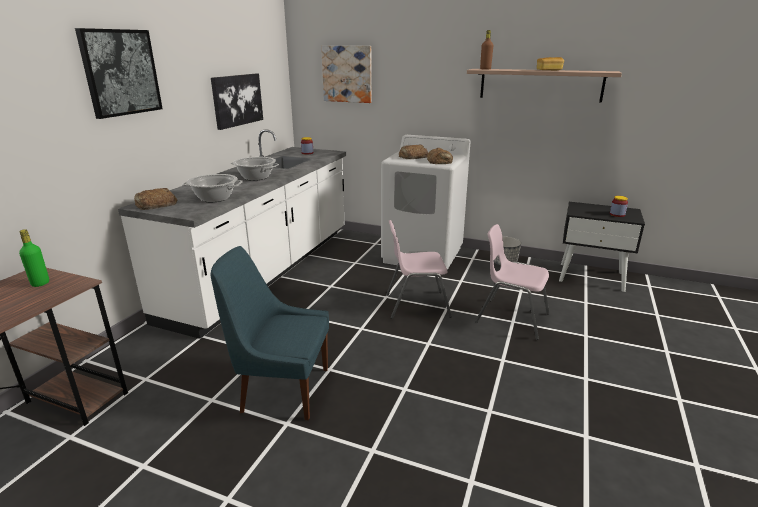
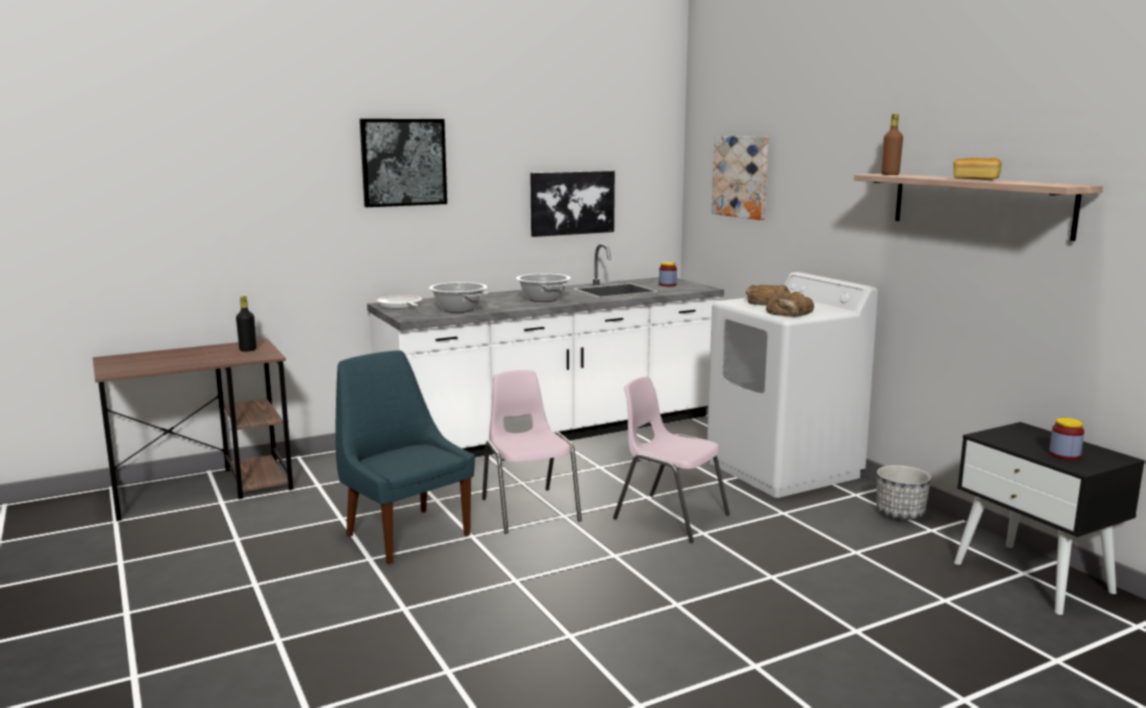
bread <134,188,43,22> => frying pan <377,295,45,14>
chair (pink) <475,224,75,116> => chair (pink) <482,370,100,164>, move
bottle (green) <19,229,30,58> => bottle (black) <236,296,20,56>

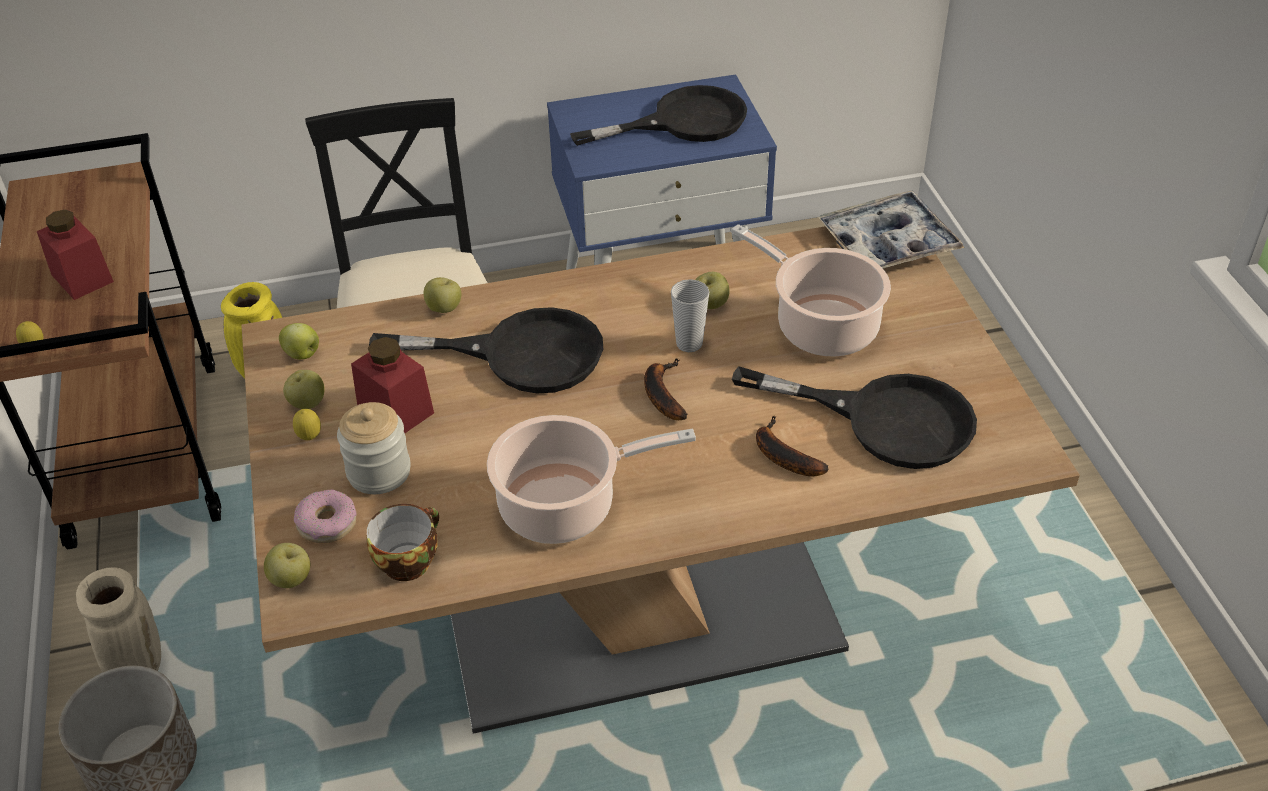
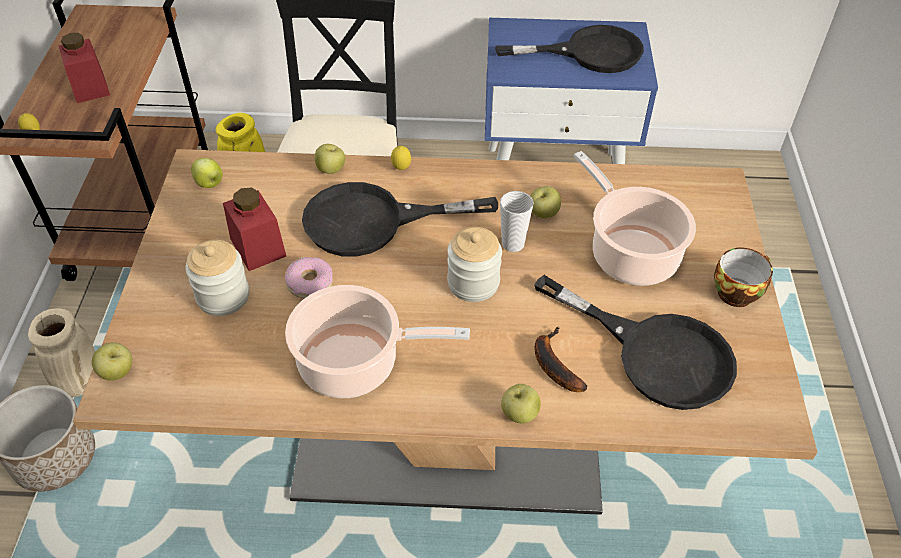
tray <818,191,147,77> => nothing
frying pan (black) <369,307,234,87> => frying pan (black) <302,182,196,75>, 150 degrees clockwise
banana <644,358,44,62> => jar <447,227,55,75>
apple <283,370,42,39> => apple <501,384,40,39>, move
lemon <293,409,28,31> => lemon <391,146,20,24>, move
donut <294,490,62,53> => donut <285,257,48,42>, move
cup <366,504,73,77> => cup <714,248,59,59>, move

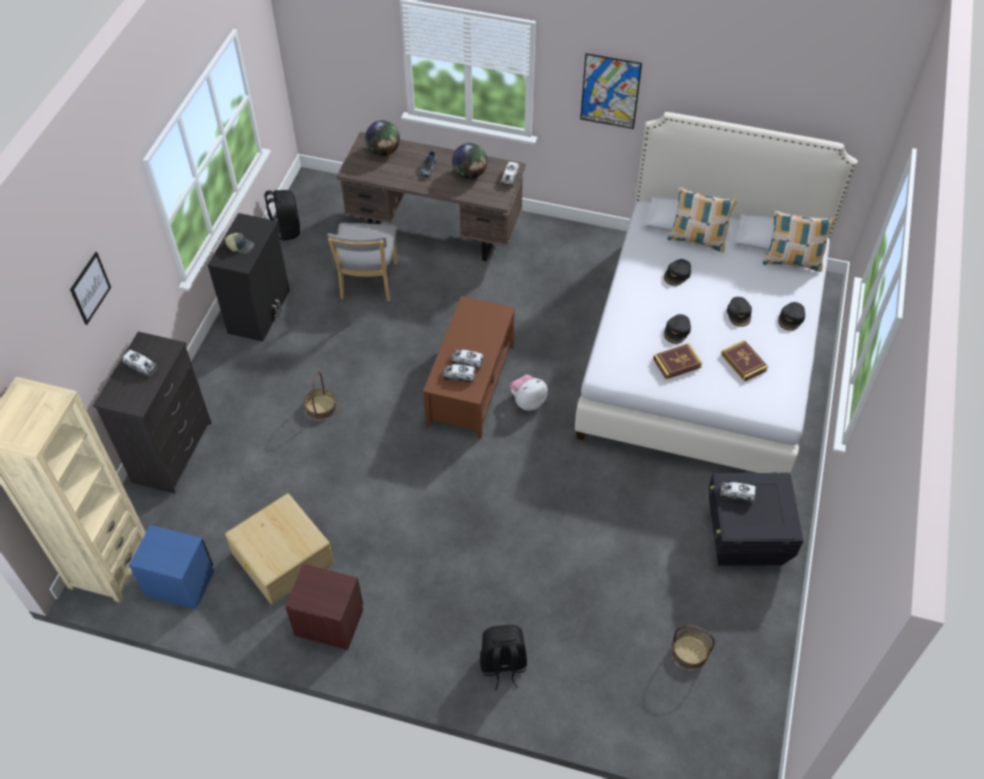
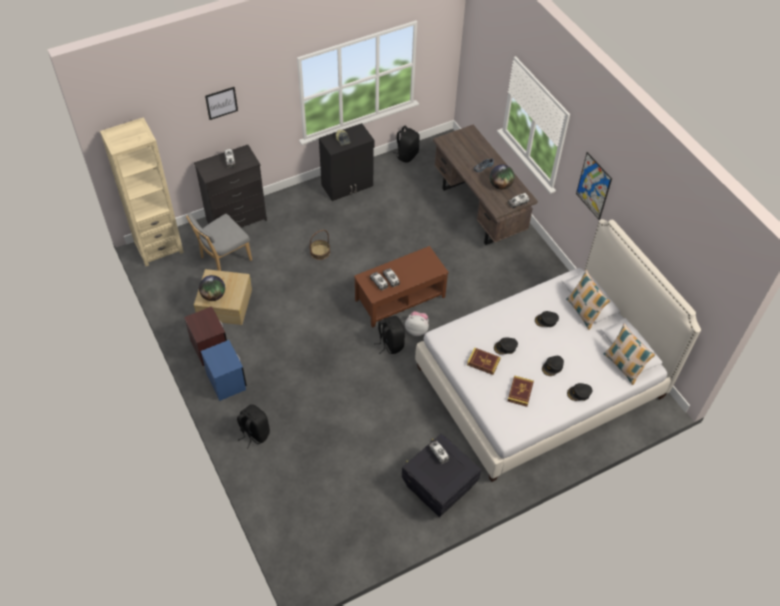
globe <365,120,35,36> => globe <199,275,26,26>, move
chair (grey) <327,223,71,78> => chair (grey) <186,212,66,59>, move
nightstand (blue) <129,525,85,85> => nightstand (blue) <201,340,46,61>, move
basket <672,625,43,45> => nothing
nothing => backpack (black) <374,316,31,38>

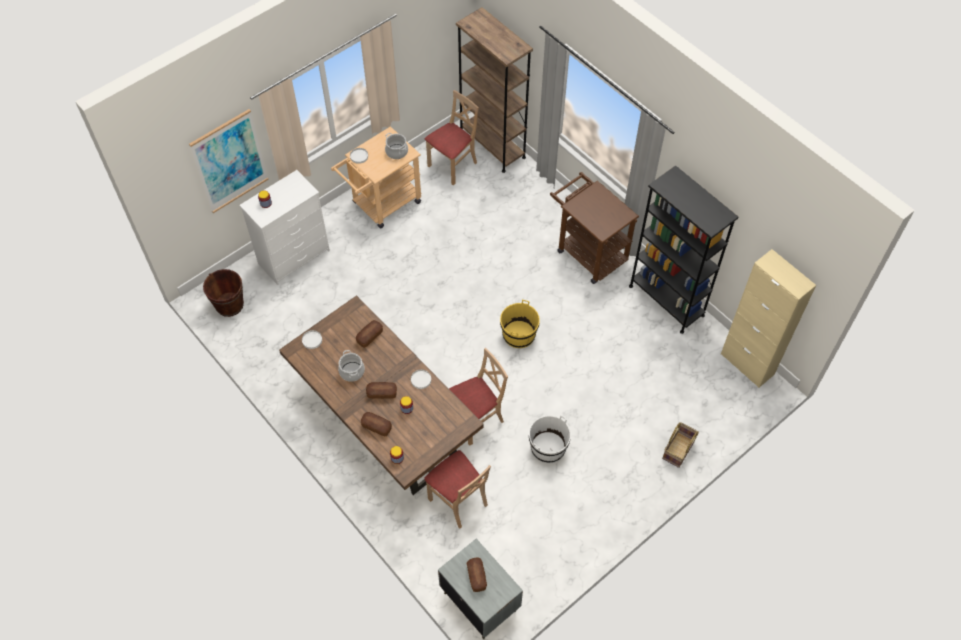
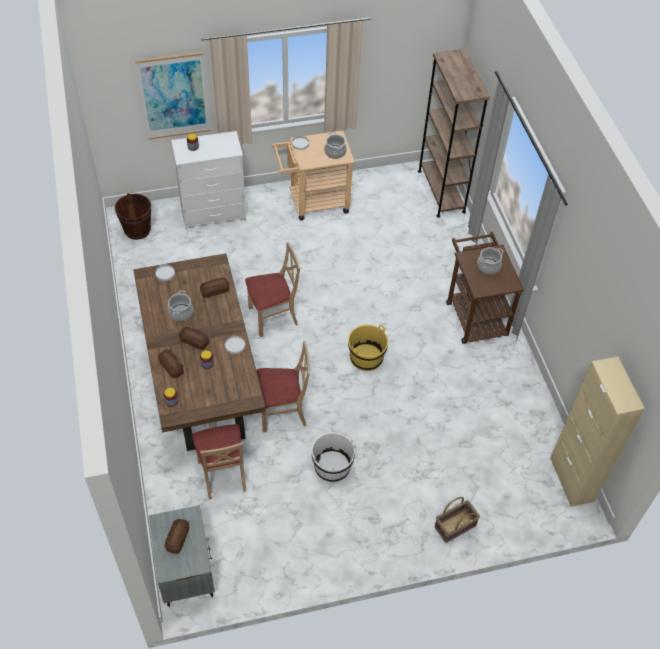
chair (beige) <425,90,54,95> => chair (beige) <245,242,55,95>, move
bookcase (black) <629,165,109,169> => nothing
nothing => cooking pot <477,247,27,27>

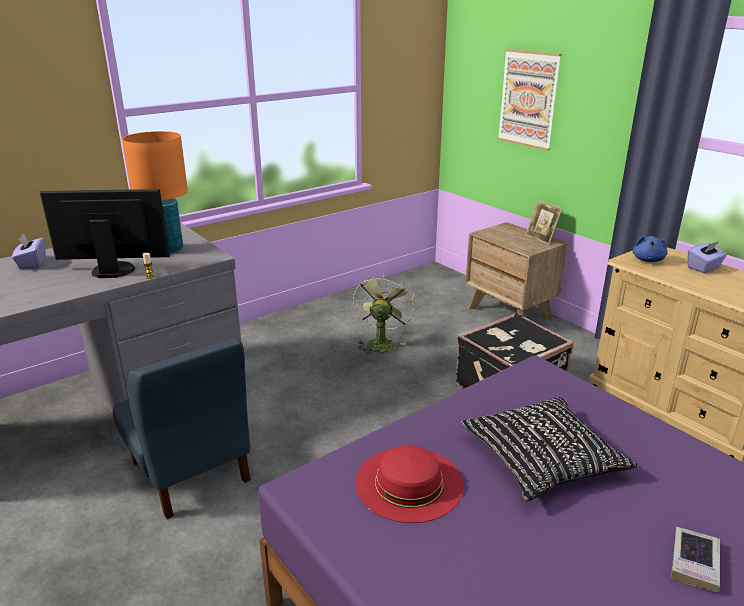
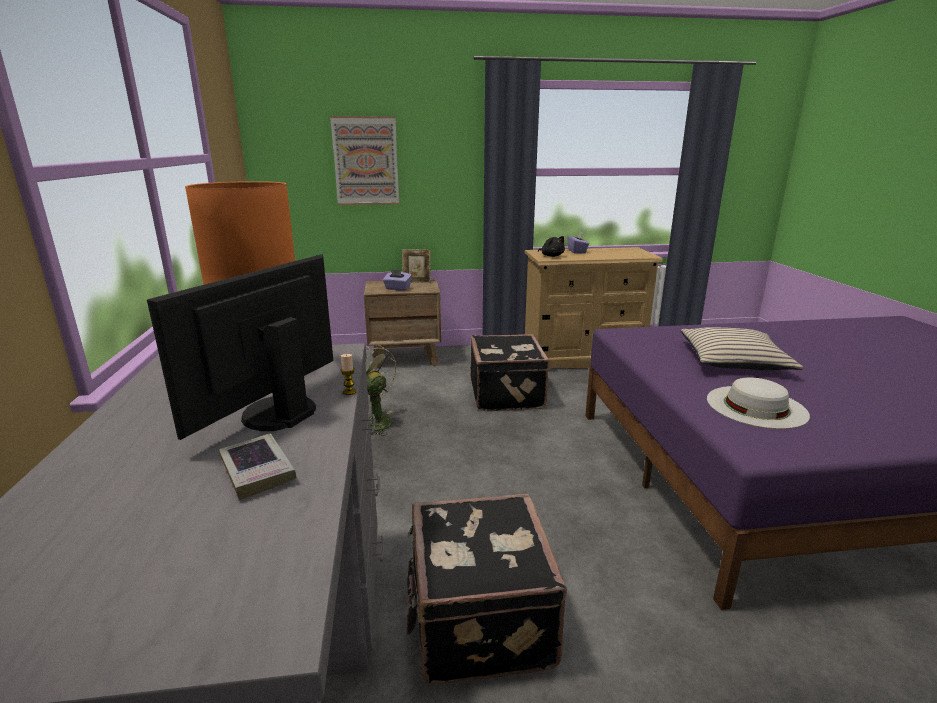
tissue box (purple) <12,233,34,36> => tissue box (purple) <383,269,29,21>, move
plush toy (blue) <633,236,35,26> => plush toy (black) <538,236,27,21>
chair (blue) <113,338,138,181> => suitcase (black) <406,494,161,190>
pillow (black) <460,397,177,104> => pillow (beige) <681,327,123,43>
hat (red) <355,445,109,78> => hat (white) <707,378,103,51>
book <671,527,49,65> => book <219,433,78,67>, move

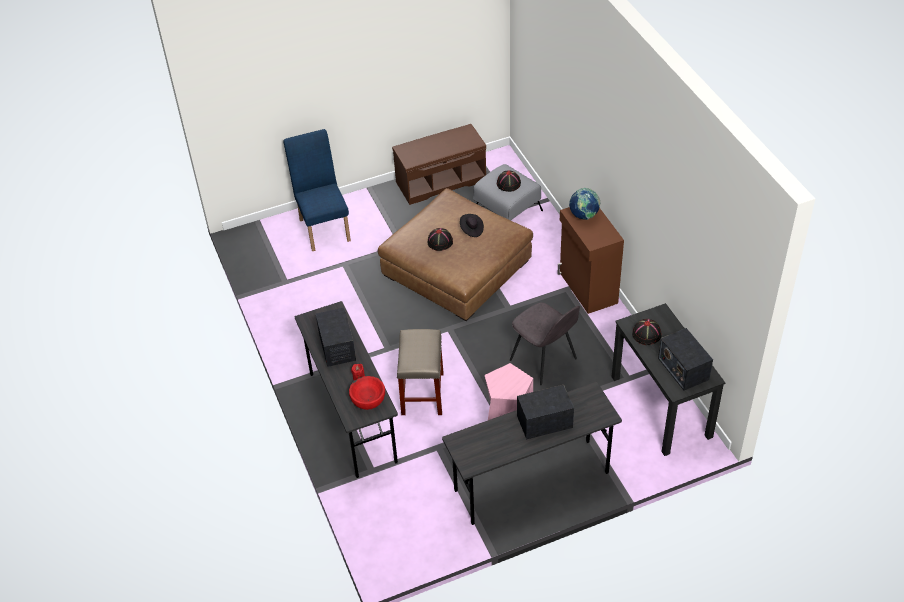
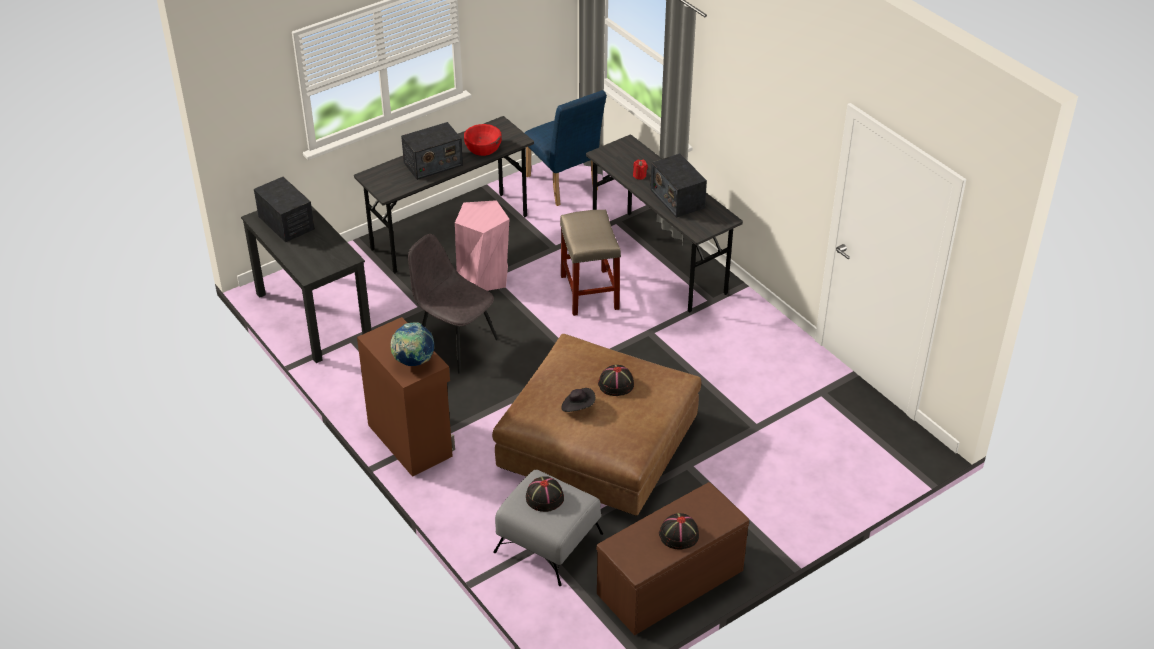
chair (blue) <283,129,68,122> => chair (blue) <525,90,82,116>, move
hat (black) <632,319,30,26> => hat (black) <659,513,40,37>, move
bowl (red) <349,376,36,34> => bowl (red) <464,124,38,32>, move

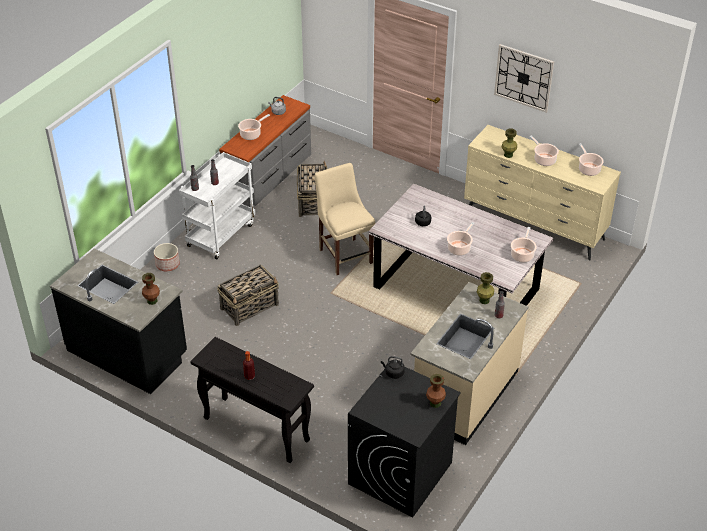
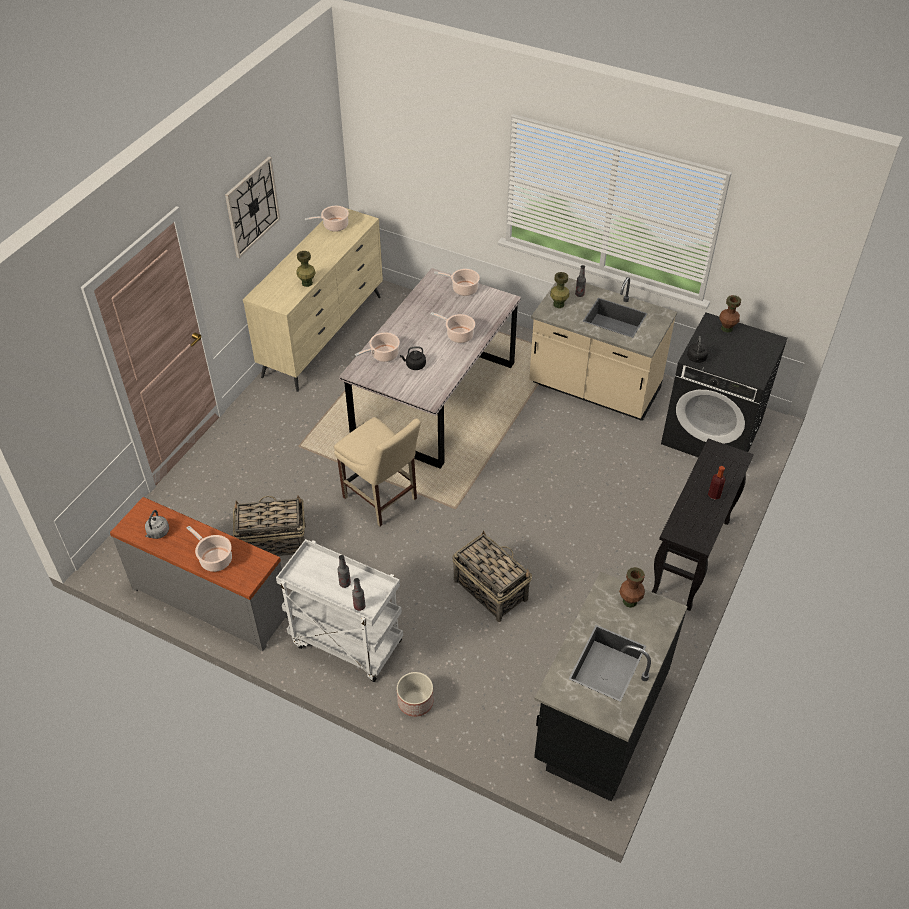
cooking pot <529,136,30,30> => cooking pot <355,332,45,30>, move
chair (beige) <315,163,61,112> => chair (beige) <334,417,87,110>, 105 degrees counterclockwise

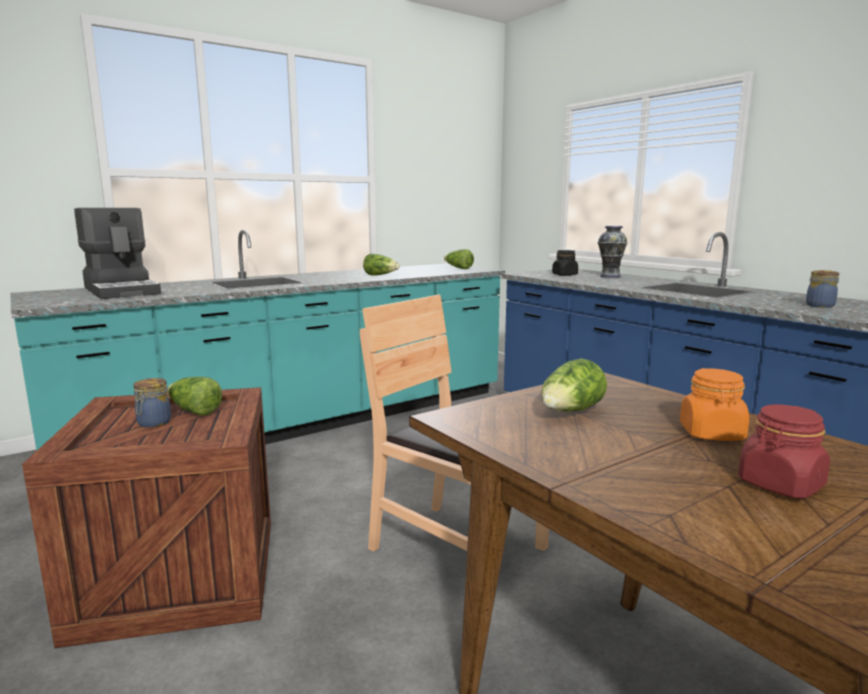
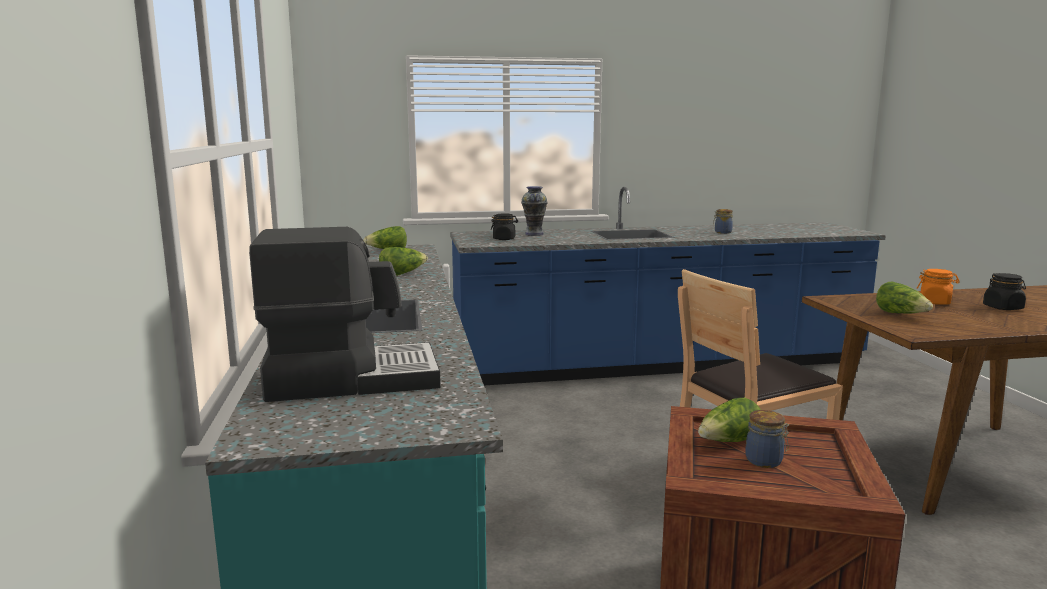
jar (red) <738,404,92,95> => jar (black) <983,273,43,37>

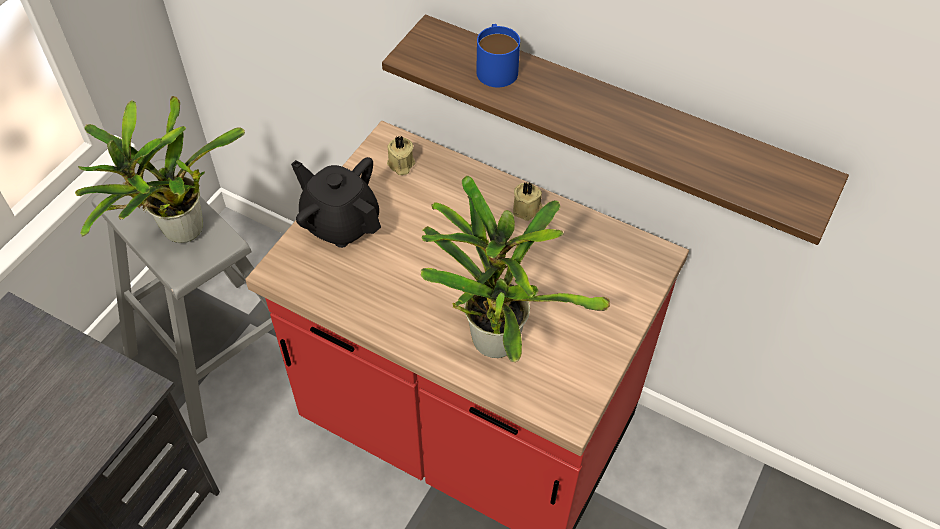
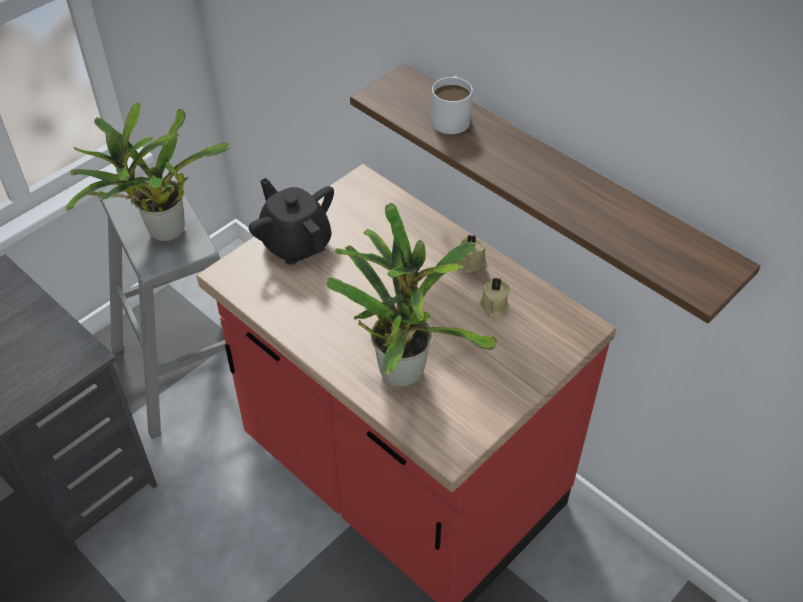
mug (blue) <476,24,44,63> => mug (white) <431,76,42,58>
candle (beige) <387,136,28,39> => candle (beige) <480,278,30,40>, move

